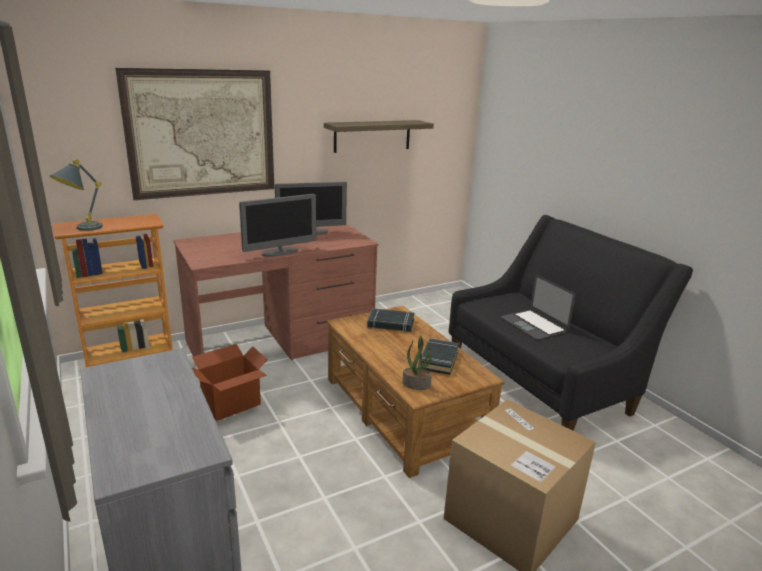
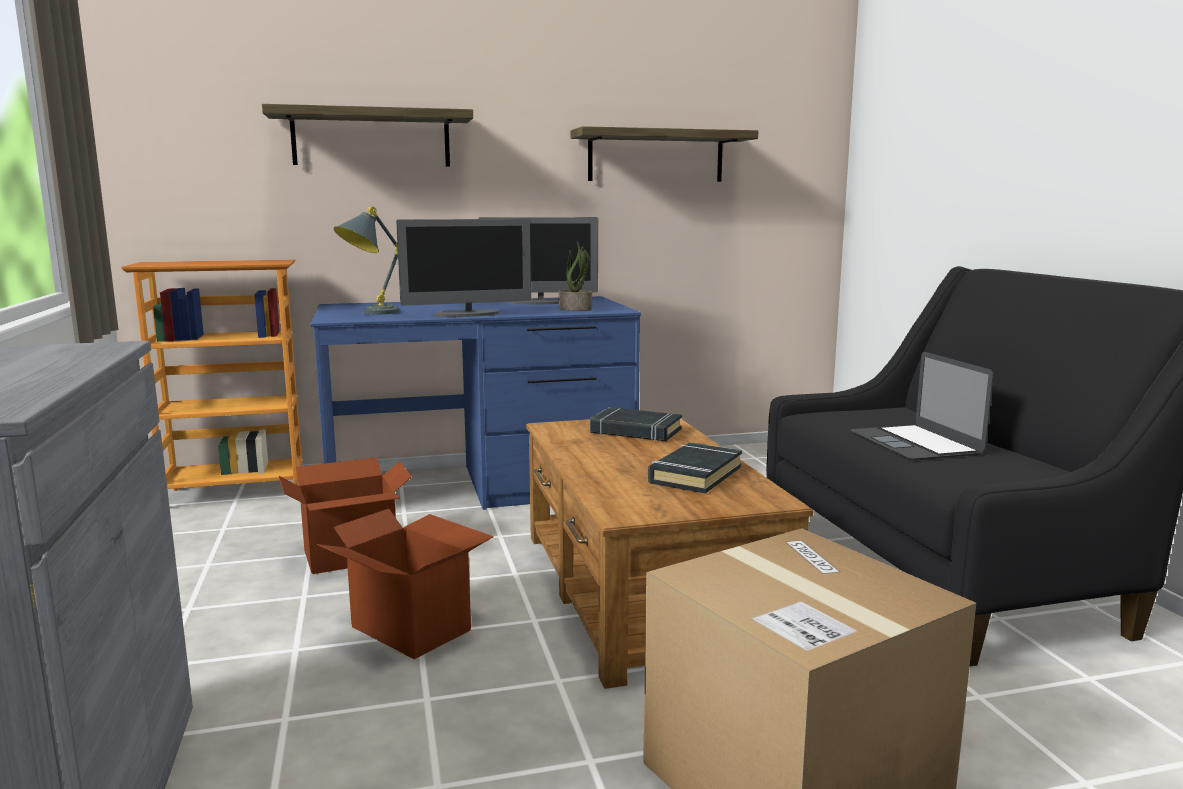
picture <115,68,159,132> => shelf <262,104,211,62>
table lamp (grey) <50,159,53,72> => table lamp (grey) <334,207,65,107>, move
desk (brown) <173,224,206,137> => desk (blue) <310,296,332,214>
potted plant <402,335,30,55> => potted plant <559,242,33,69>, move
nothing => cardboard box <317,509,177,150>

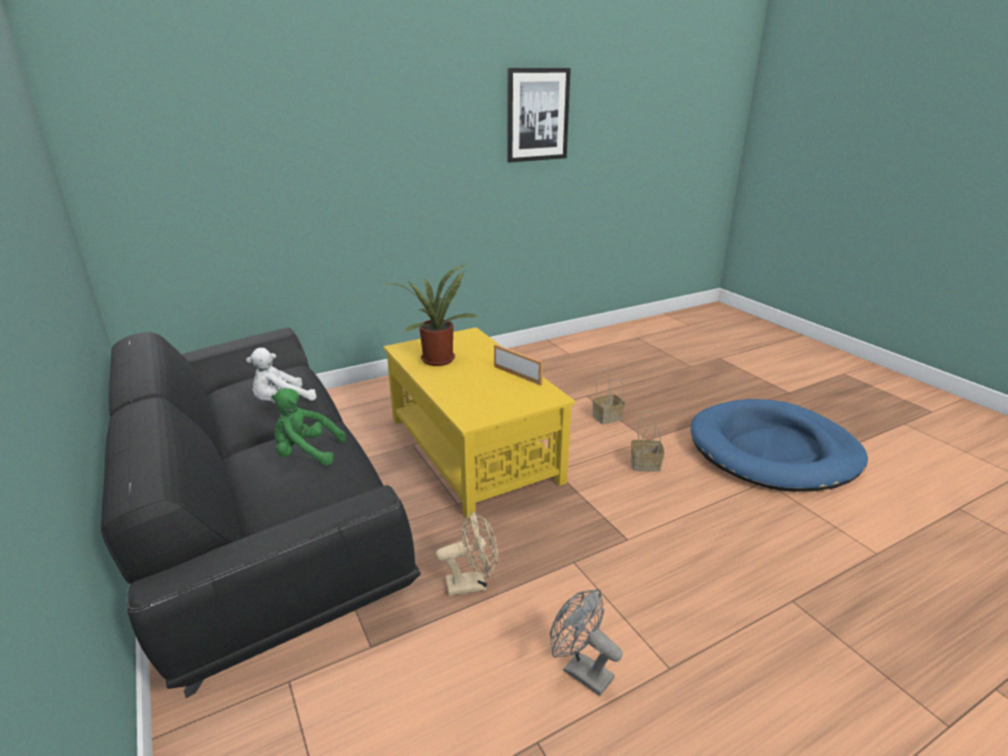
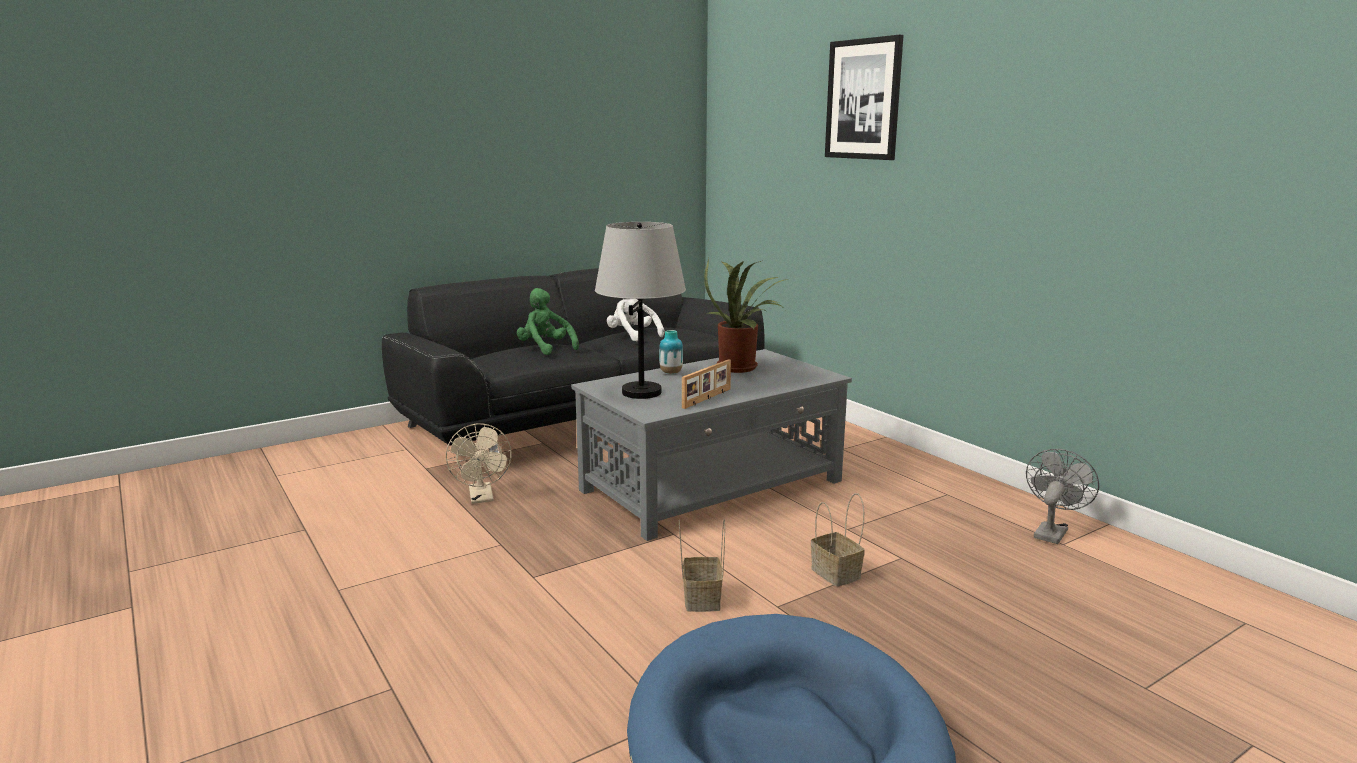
picture <507,68,64,95> => picture <825,35,79,125>, move
coffee table (yellow) <383,327,192,191> => coffee table (grey) <571,349,281,192>
plush toy (green) <272,388,74,78> => plush toy (green) <517,288,62,67>, 45 degrees counterclockwise
fan (grey) <550,589,73,107> => fan (grey) <1026,449,73,95>, move
nothing => table lamp (grey) <595,222,91,177>
nothing => vase <659,330,24,44>

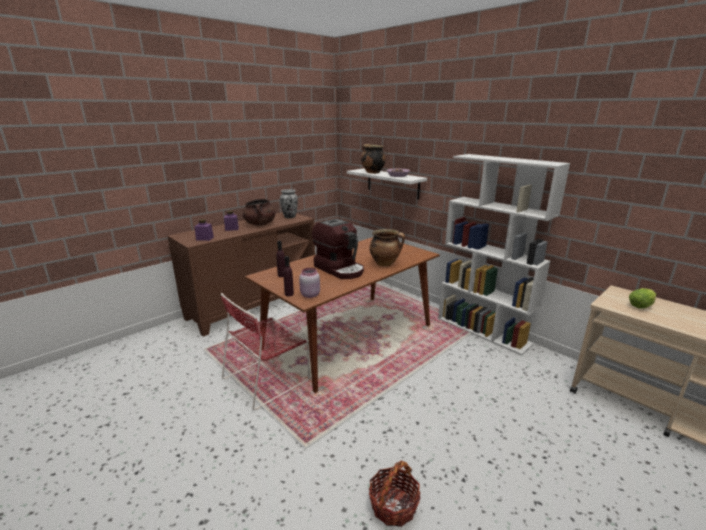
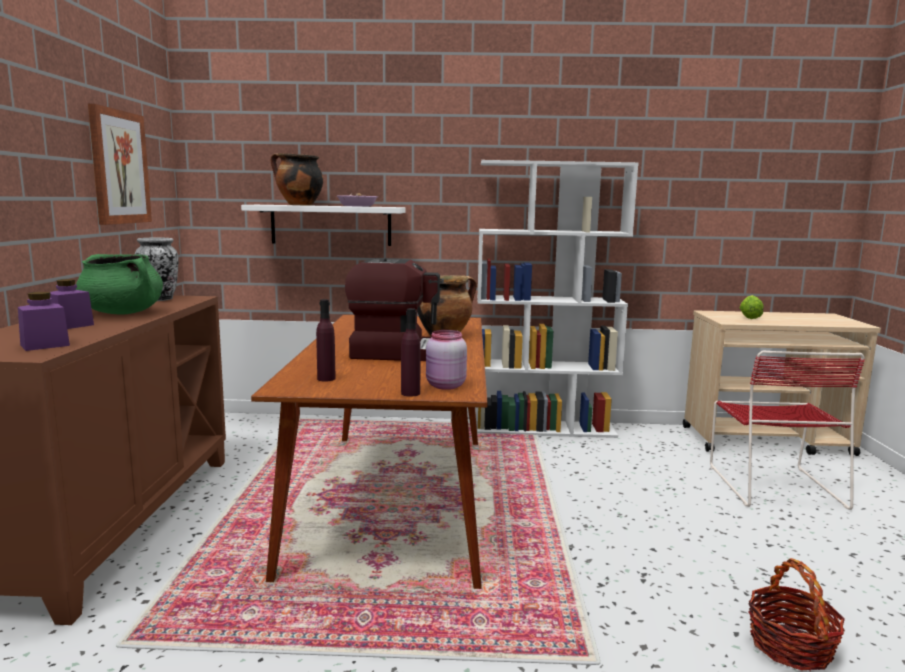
cooking pot (brown) <243,198,33,28> => cooking pot (green) <76,254,87,60>
chair (red) <221,293,89,117> => chair (red) <710,350,155,160>, move
nothing => picture <88,104,64,121>

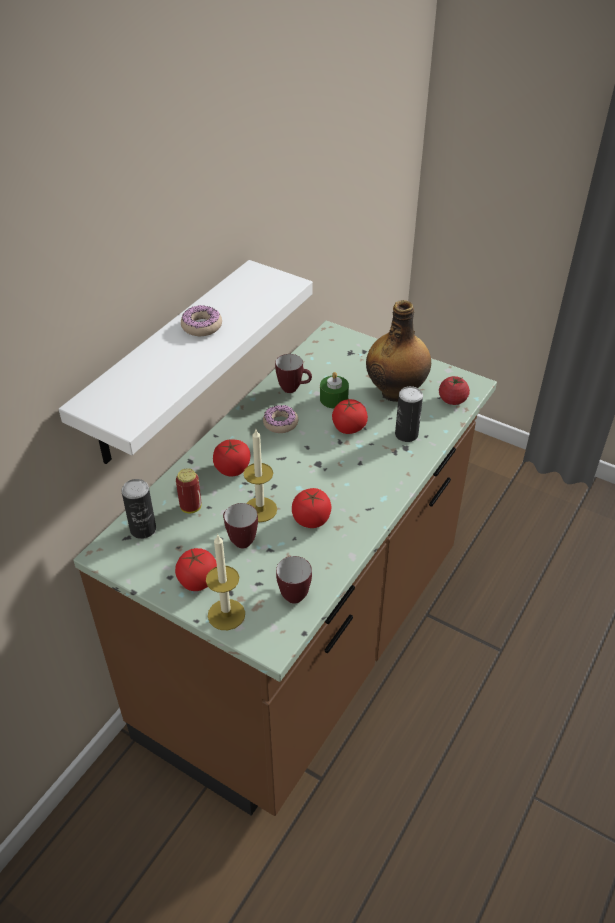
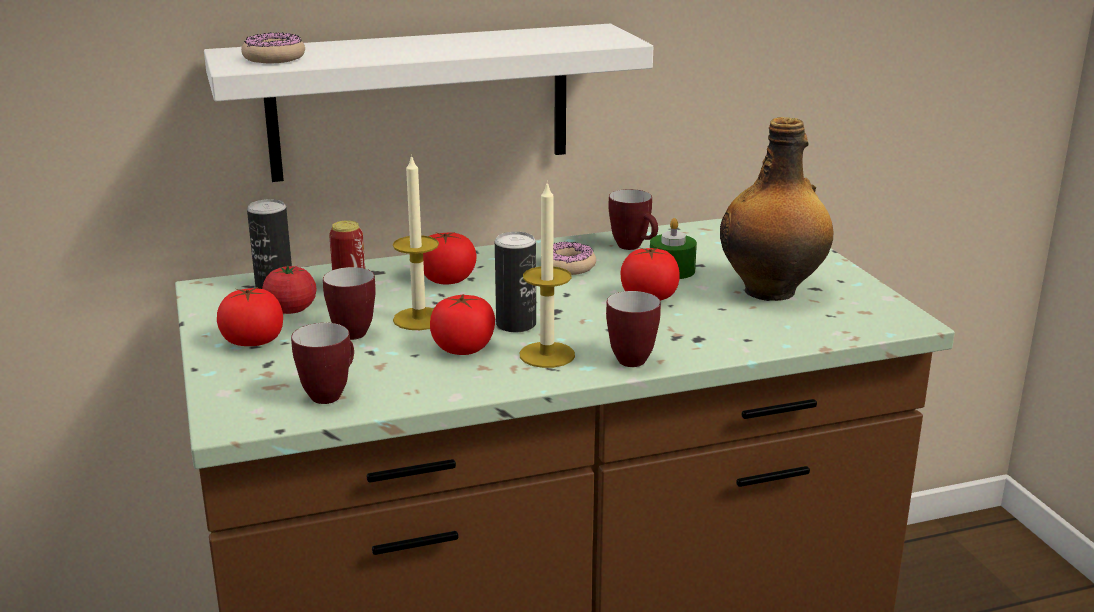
donut <181,305,41,31> => donut <241,32,64,32>, move
tomato <439,376,31,29> => tomato <262,265,55,49>, move
can <395,386,28,56> => can <495,232,41,100>, move
candle <206,534,39,96> => candle <520,181,55,187>, move
nothing => mug <606,291,55,76>

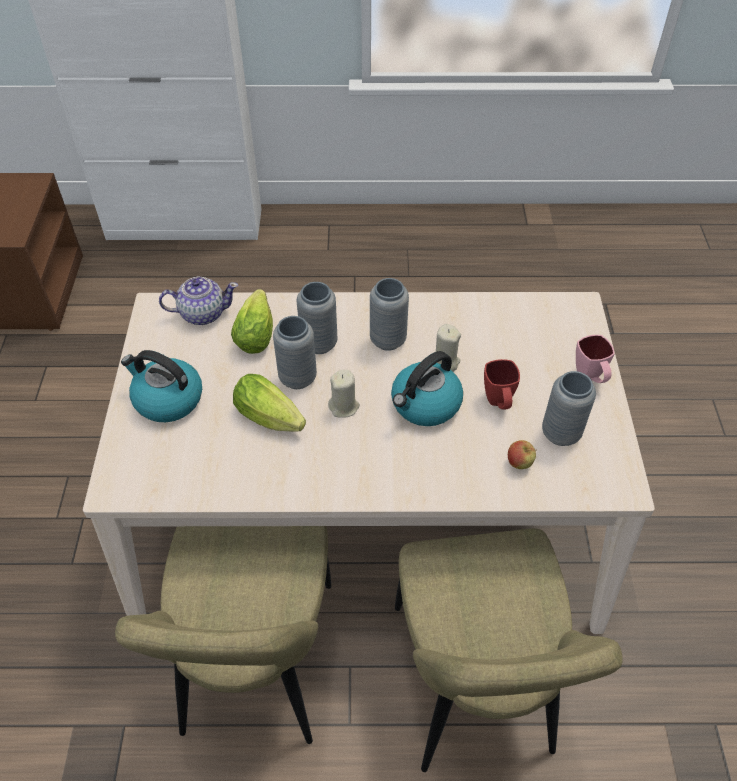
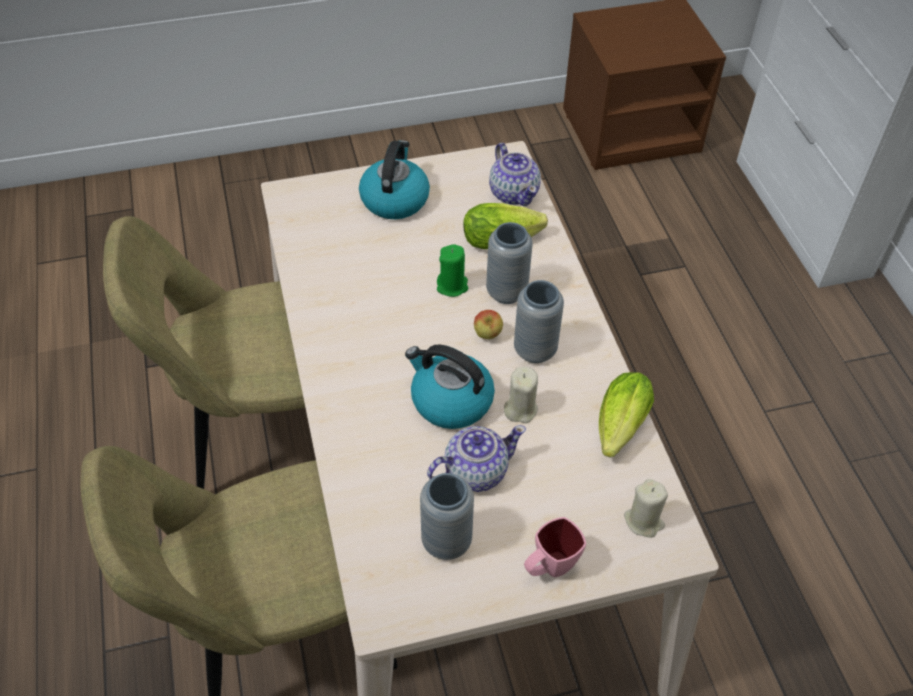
vase (grey) <273,316,44,73> => candle (green) <437,244,31,53>
mug (red) <484,359,36,51> => teapot <427,425,99,67>
candle (beige) <328,370,32,48> => candle (beige) <624,479,44,59>, move
lettuce <233,374,73,58> => lettuce <599,372,55,85>, move
apple <508,440,29,29> => apple <474,310,29,29>, move

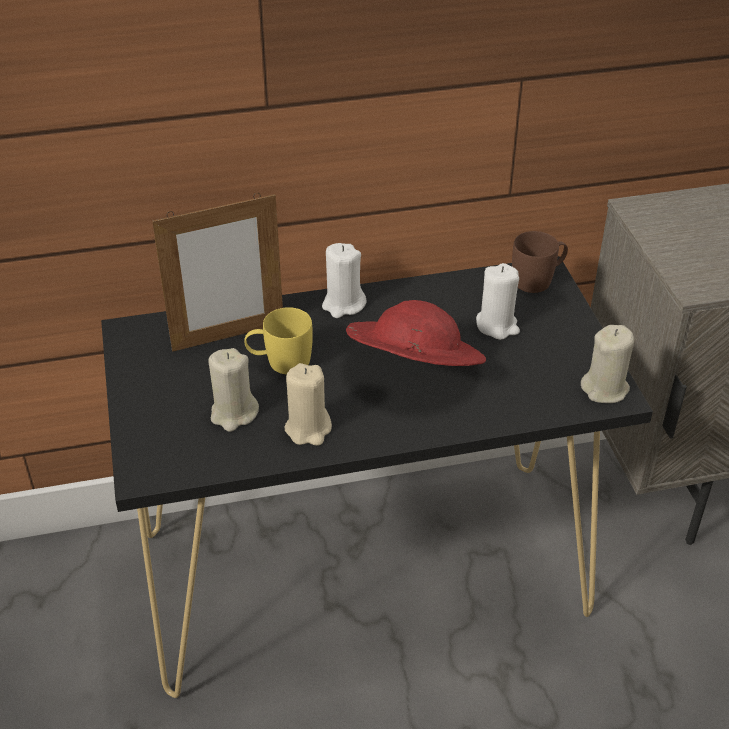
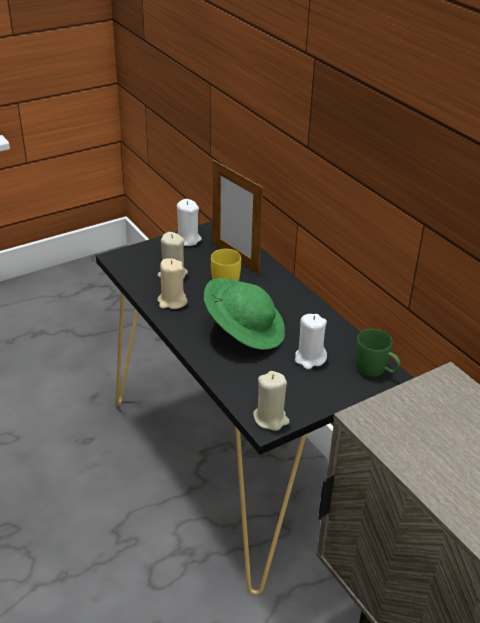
mug (brown) <512,231,56,62> => mug (green) <356,329,44,48>
candle (white) <322,243,44,75> => candle (white) <177,199,25,47>, move
hat (red) <346,300,140,66> => hat (green) <204,278,81,72>

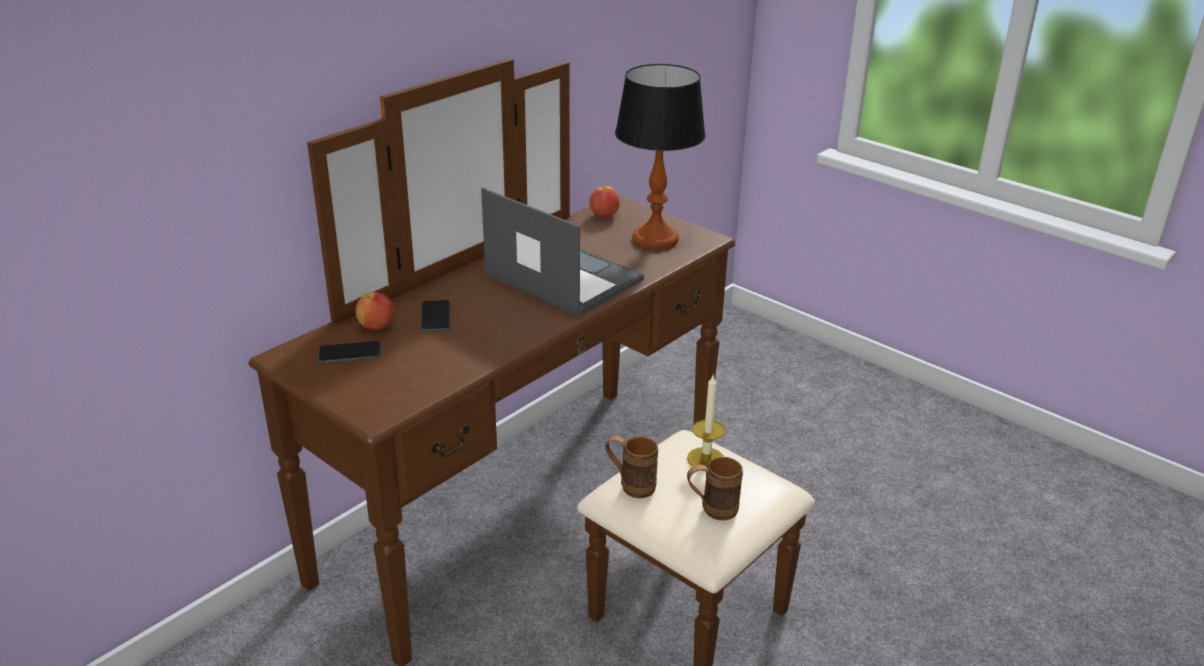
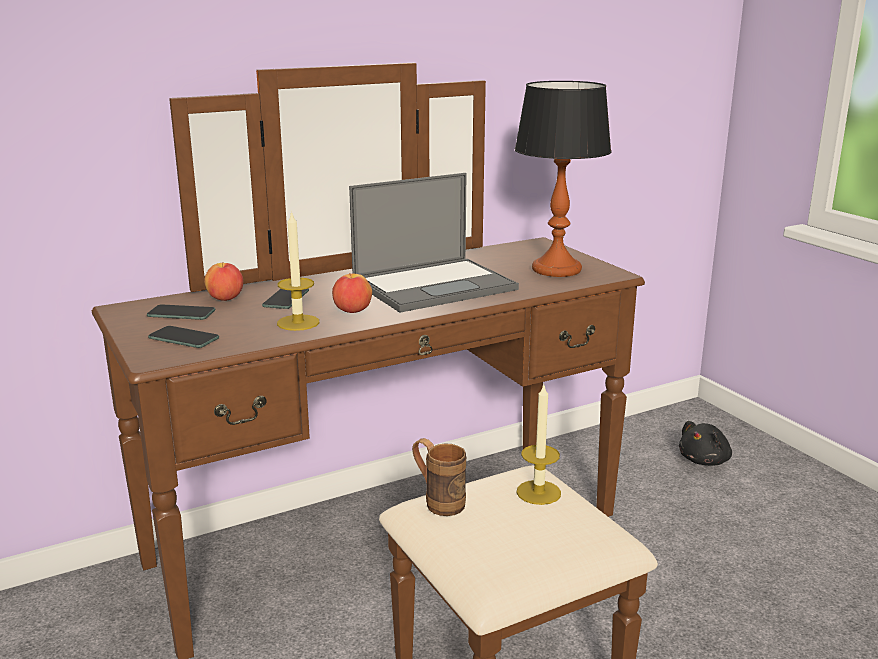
apple <589,186,31,31> => apple <332,273,40,40>, move
laptop <481,188,163,129> => laptop <349,173,170,140>, 90 degrees clockwise
mug (brown) <687,457,56,63> => nothing
nothing => candle <277,211,42,120>
nothing => phone <148,326,71,22>
nothing => plush toy (black) <679,421,53,45>

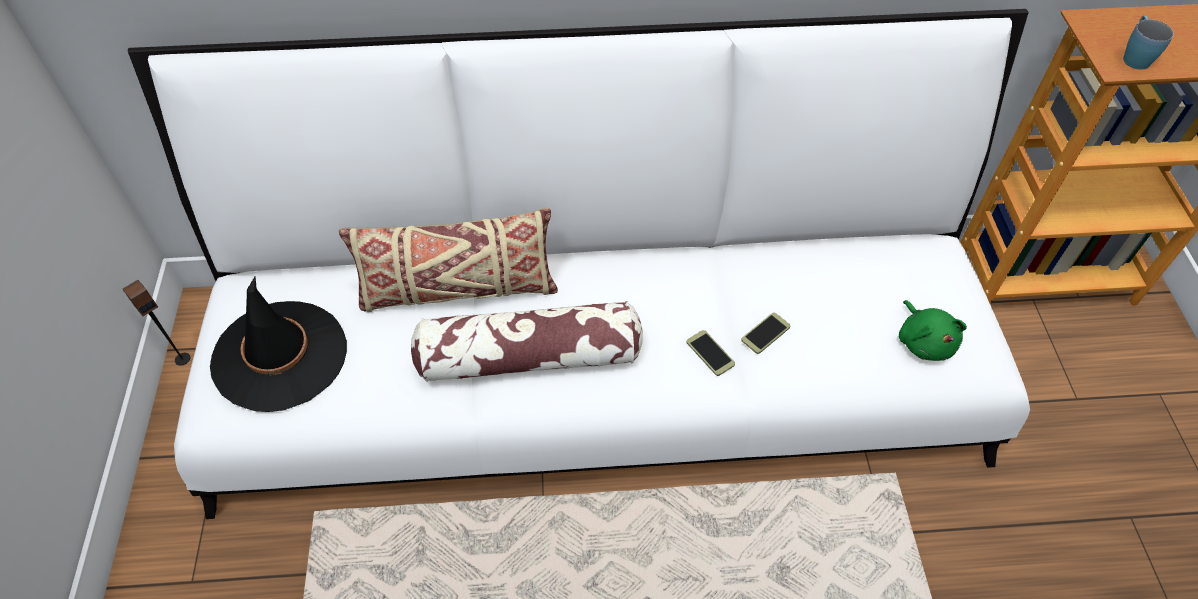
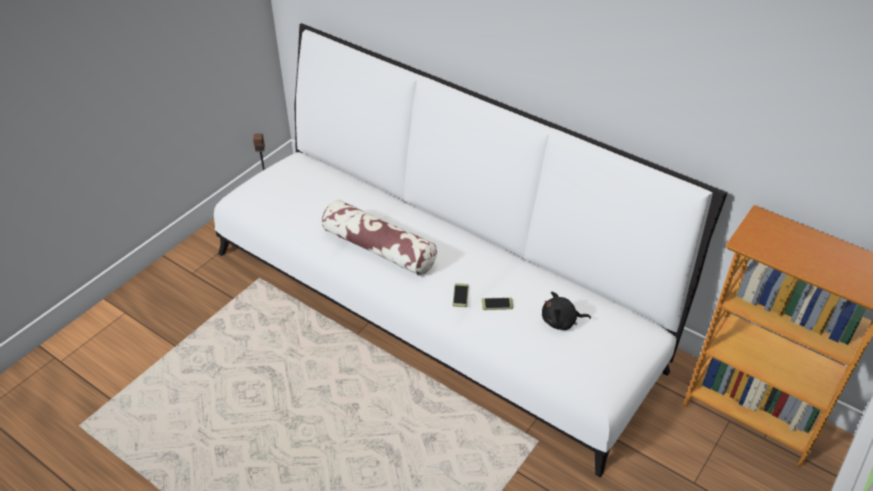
mug (blue) <1123,16,51,54> => nothing
pillow (beige) <339,208,219,104> => nothing
hat (black) <210,277,137,135> => nothing
plush toy (green) <899,300,68,61> => nothing
nothing => plush toy (black) <542,291,49,39>

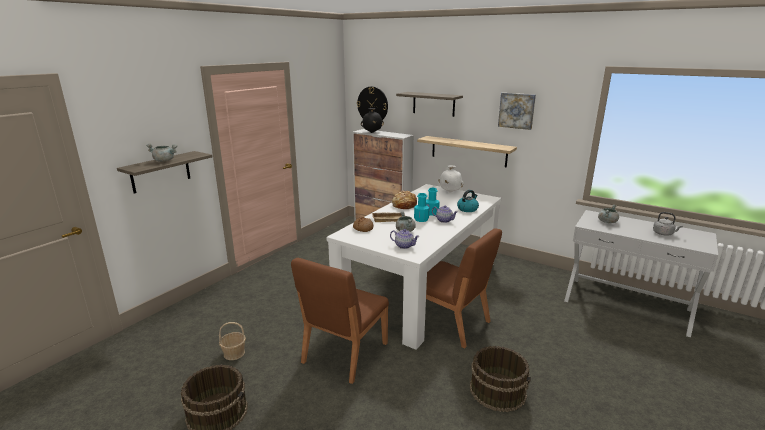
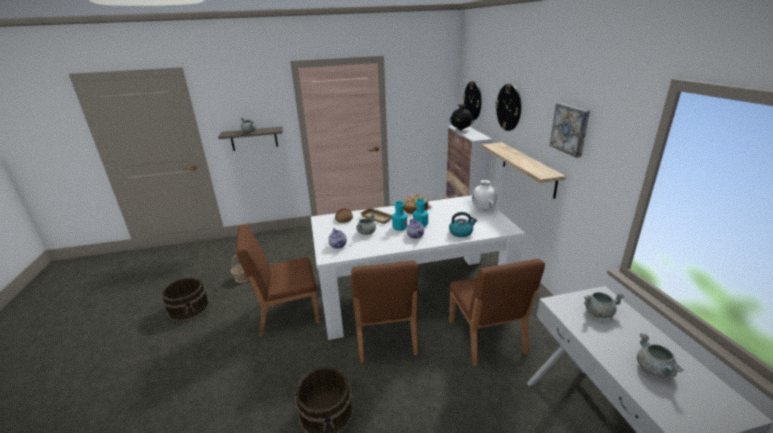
shelf <396,92,67,25> => wall clock <495,84,26,47>
kettle (grey) <653,212,30,24> => cooking pot (grey) <637,333,47,44>
nothing => chair (brown) <449,259,96,107>

